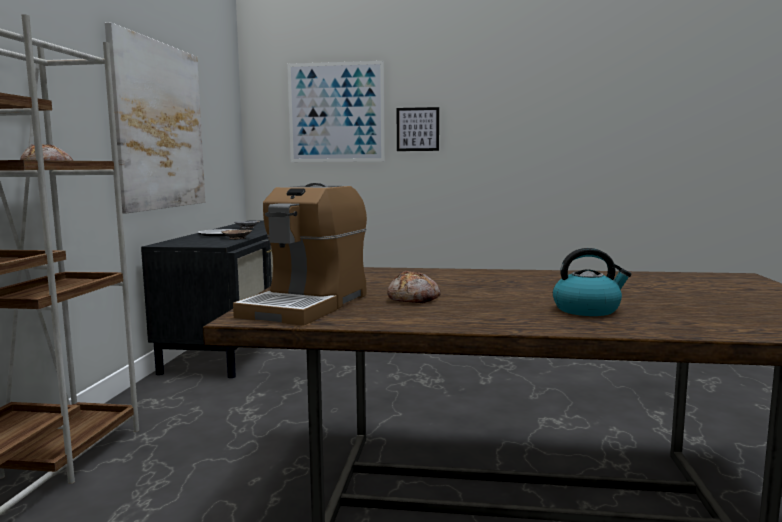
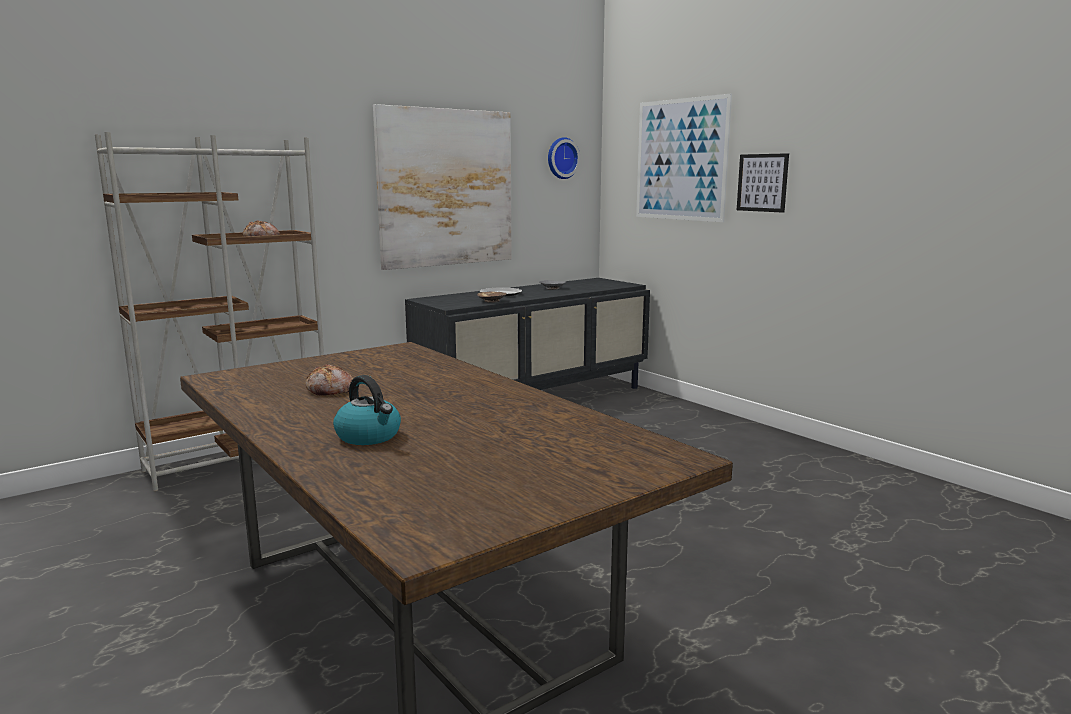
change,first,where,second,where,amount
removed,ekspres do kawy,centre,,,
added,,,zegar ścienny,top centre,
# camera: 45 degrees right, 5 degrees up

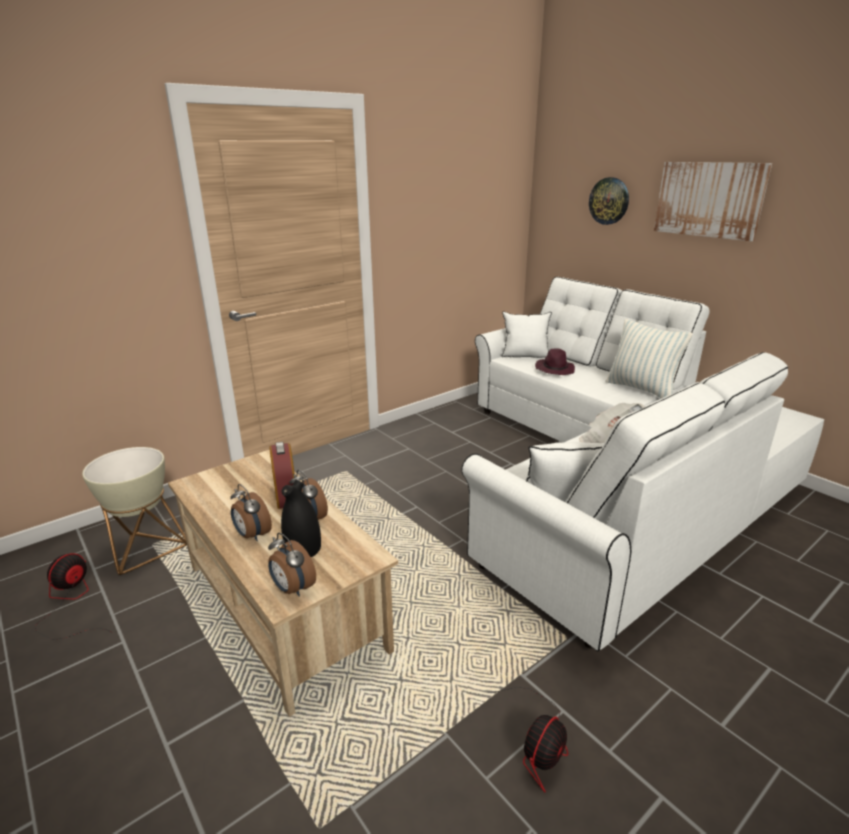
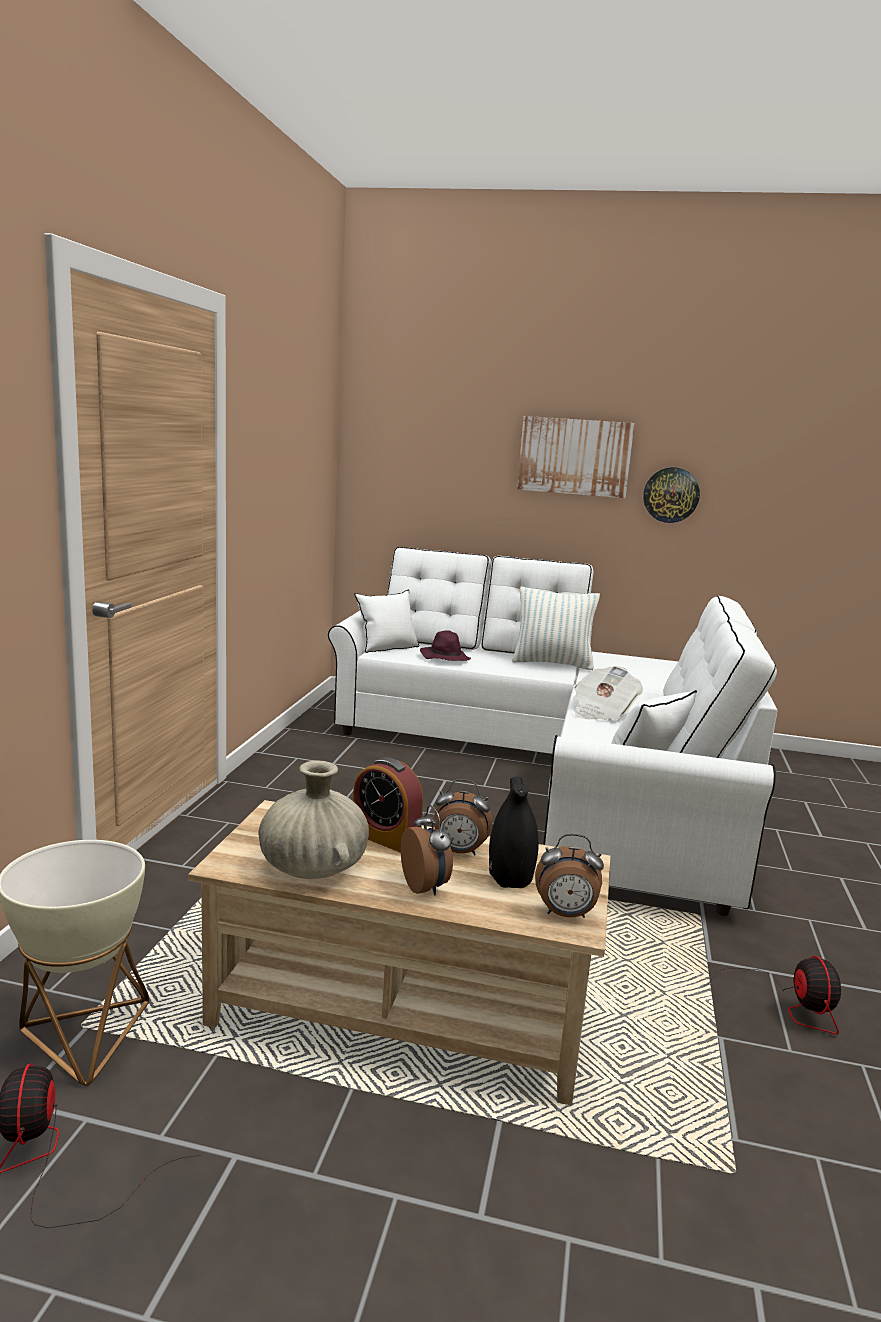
change,first,where,second,where,amount
added,,,wazon/beżowy,centre,
moved,zegar ścienny,top right,,middle right,
turned,budzik (1st from left in the first image),middle left,budzik (2nd from left),centre,120 degrees counterclockwise
# camera: 40 degrees left, 10 degrees down

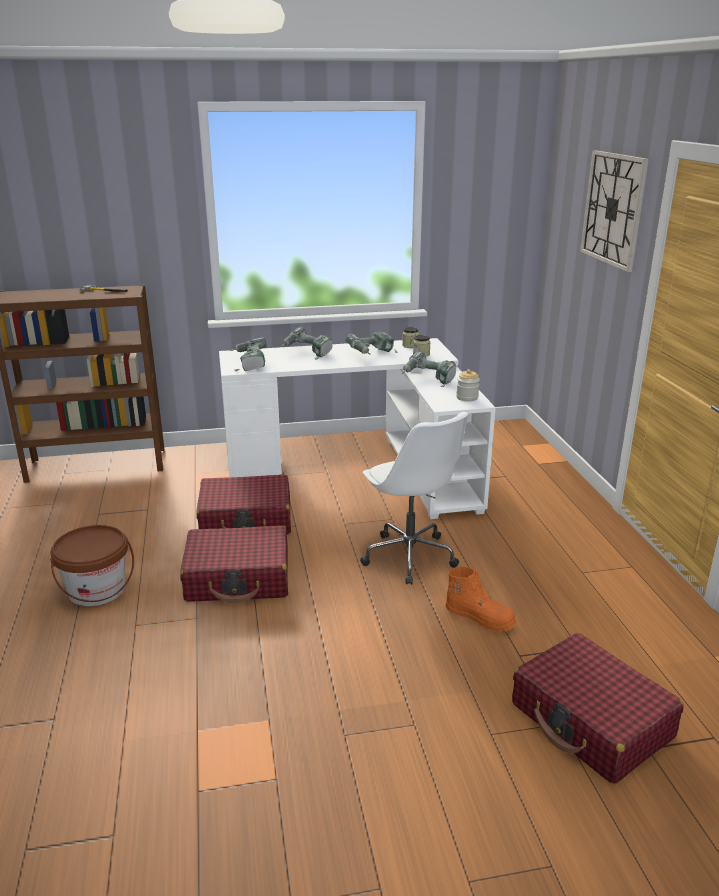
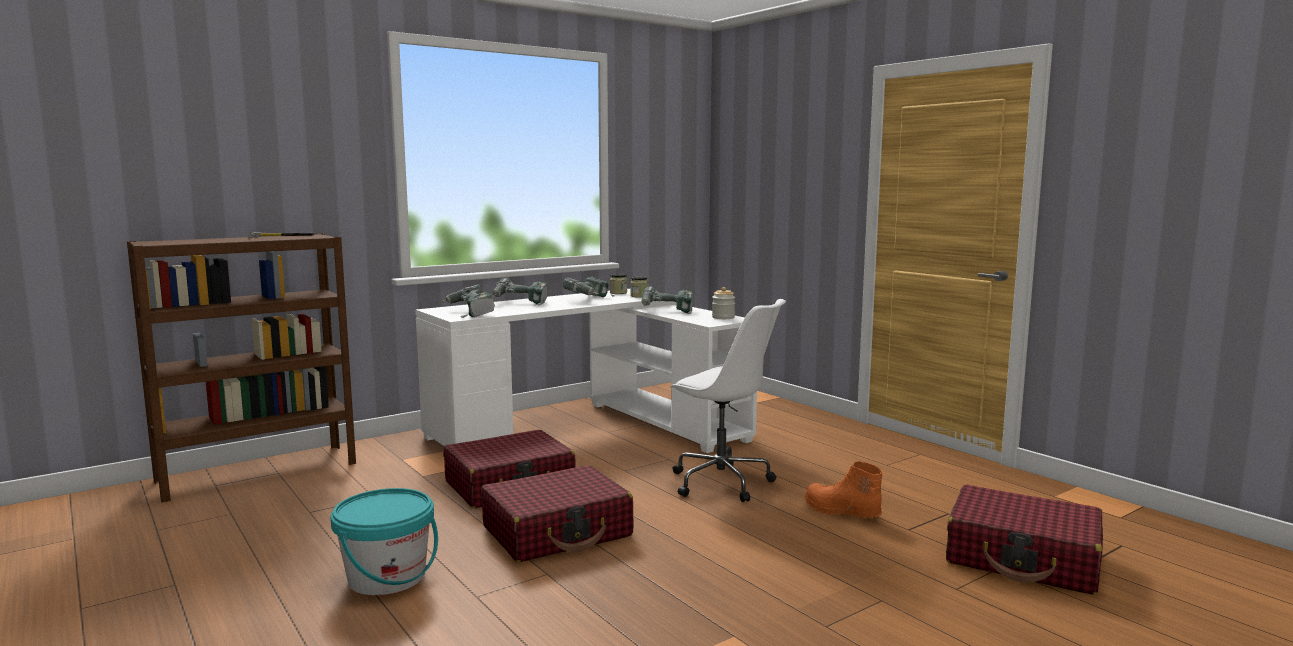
change,first,where,second,where,amount
removed,zegar ścienny,top right,,,
recoloured,wiadro/brązowy,middle left,wiadro/turkusowy,bottom left,
turned,but z cholewką/pomarańczowy,bottom right,,bottom centre,150 degrees counterclockwise
# camera: 25 degrees left, 15 degrees down

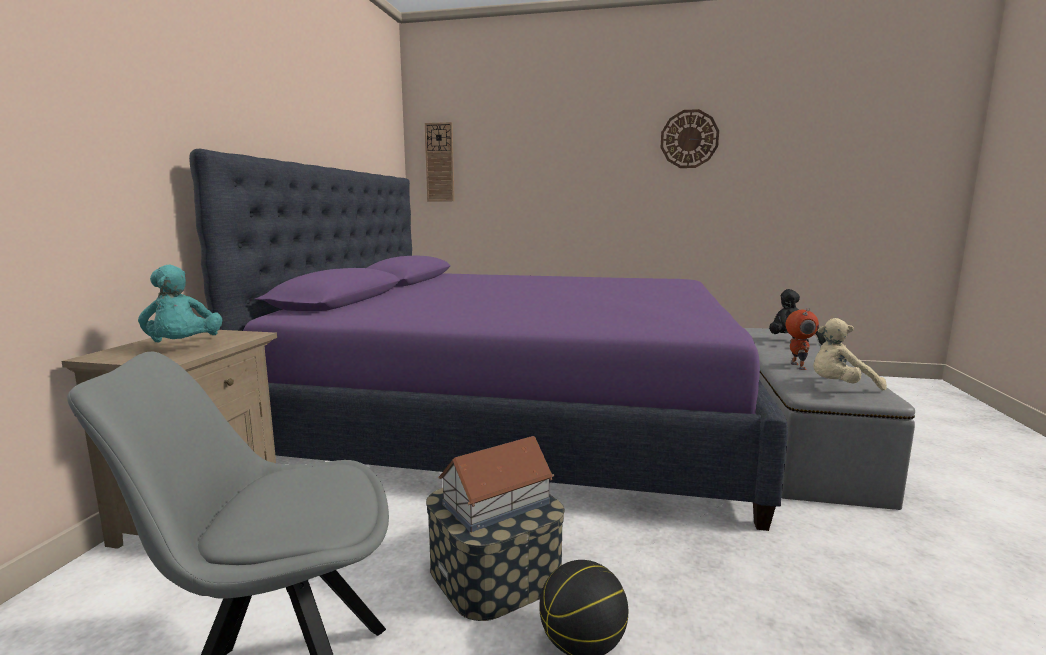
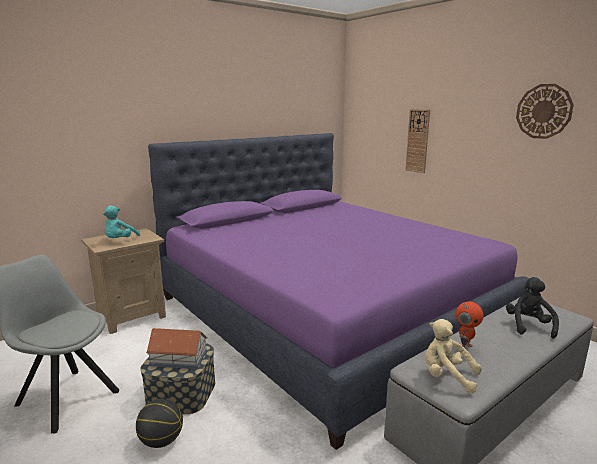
change,first,where,second,where,amount
moved,zegar ścienny (1st from left),top centre,,top right,
# camera: 40 degrees right, 5 degrees up

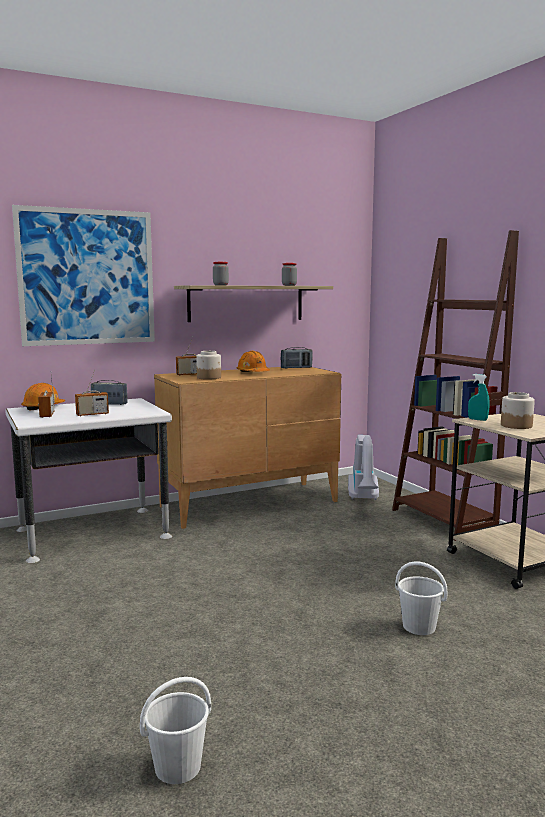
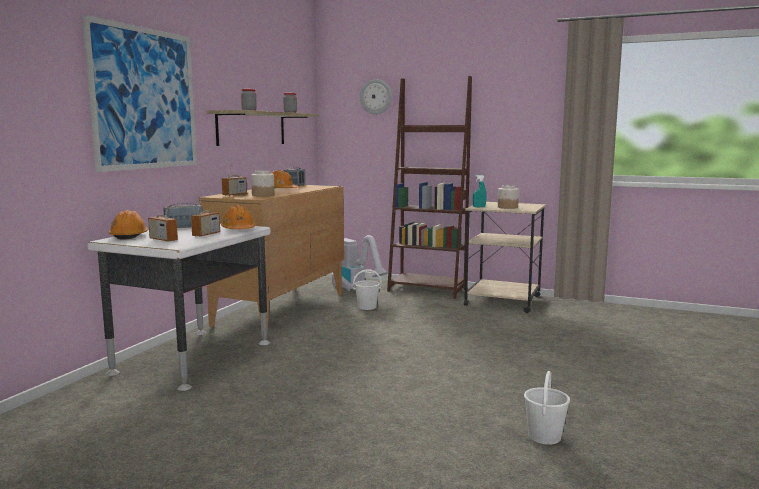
change,first,where,second,where,amount
added,,,kask/pomarańczowy (2nd from left),middle left,
added,,,zegar ścienny,top centre,
moved,wiadro/biały (2nd from left in the first image),bottom right,wiadro/biały (1st from left),centre,
# camera: 40 degrees left, 0 degrees up

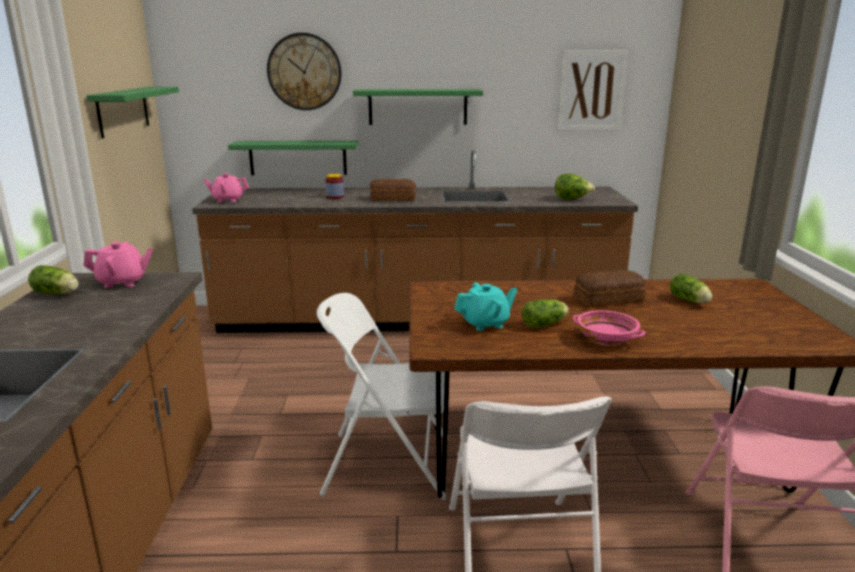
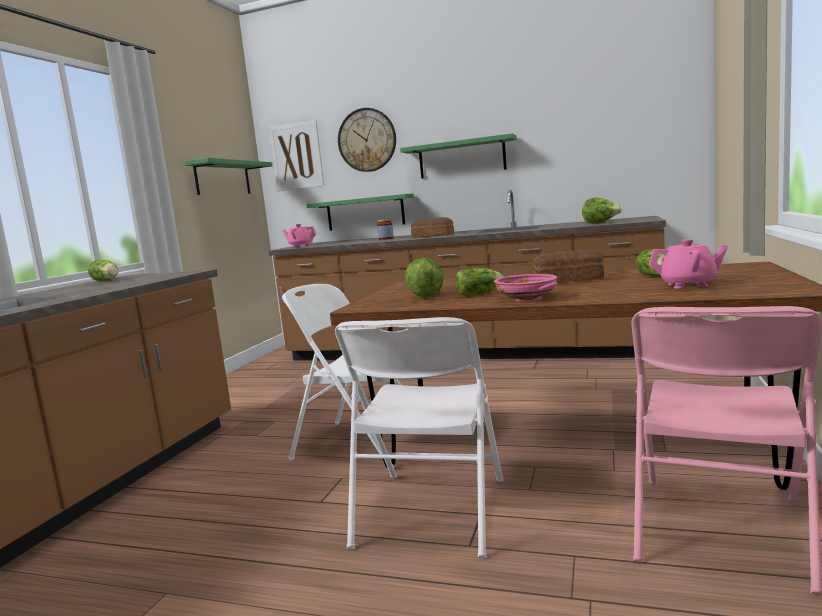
change,first,where,second,where,amount
moved,imbryk/różowy (1st from left in the first image),middle left,imbryk/różowy (2nd from left),middle right,
moved,obraz,top right,,top centre,
replaced,imbryk/turkusowy,centre,sałata (2nd from left),centre,
# camera: 20 degrees right, 10 degrees down

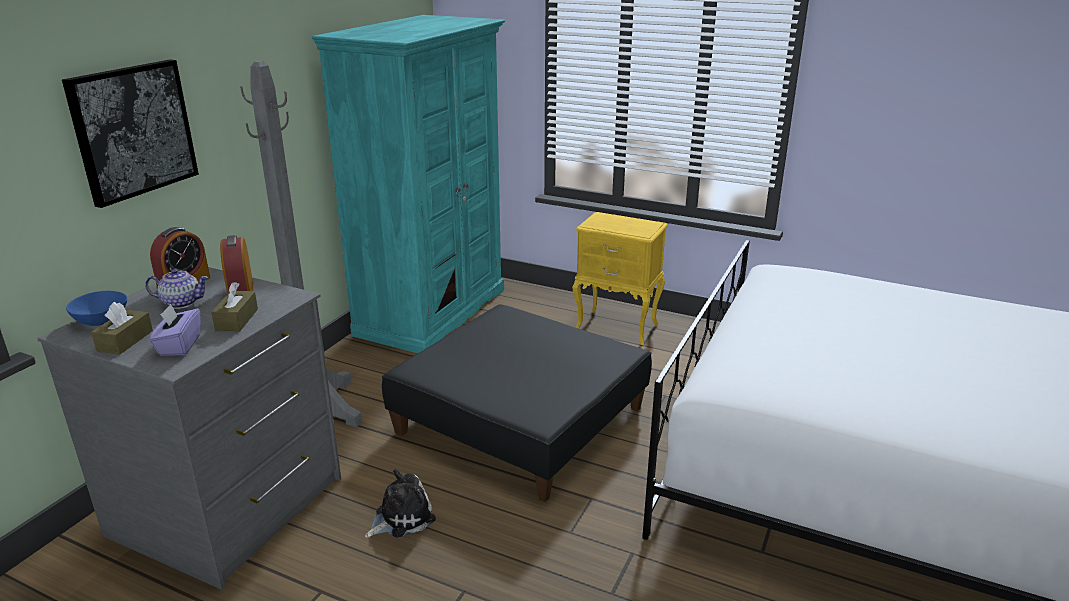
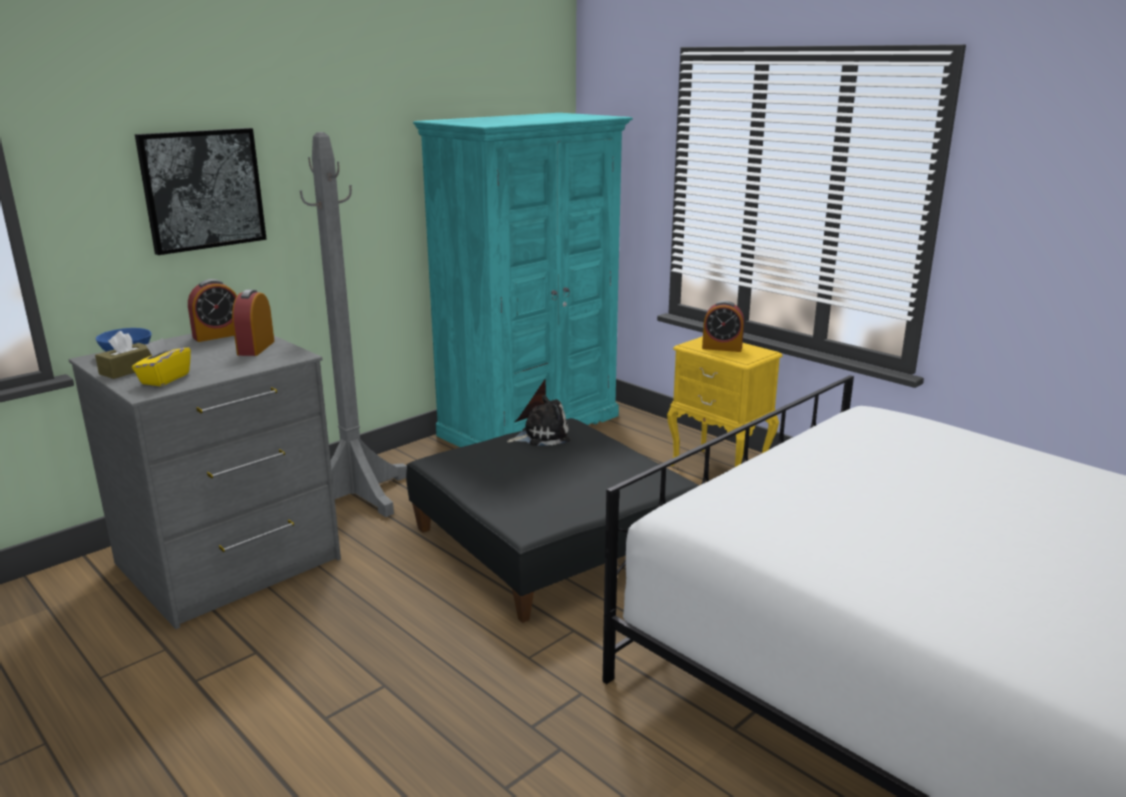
change,first,where,second,where,amount
removed,imbryk,middle left,,,
removed,pudełko chusteczek/brązowy (2nd from left),middle left,,,
added,,,budzik (3rd from left),centre,
moved,pluszak,bottom centre,,centre,
recoloured,pudełko chusteczek/fioletowy,middle left,pudełko chusteczek/żółty,middle left,
# camera: 20 degrees right, 5 degrees down

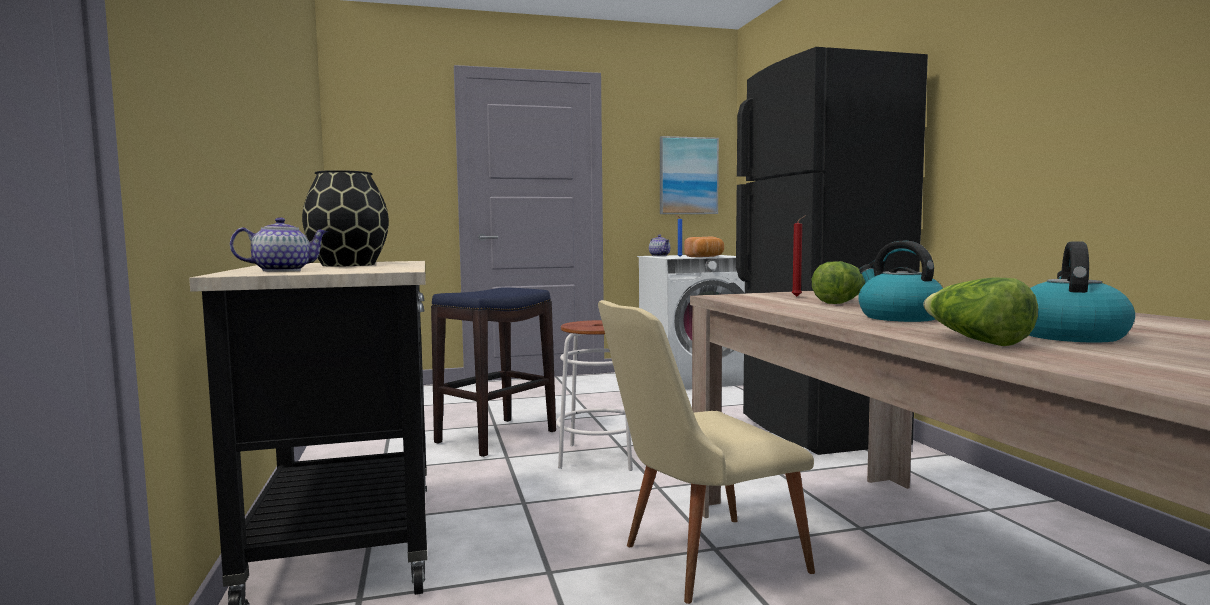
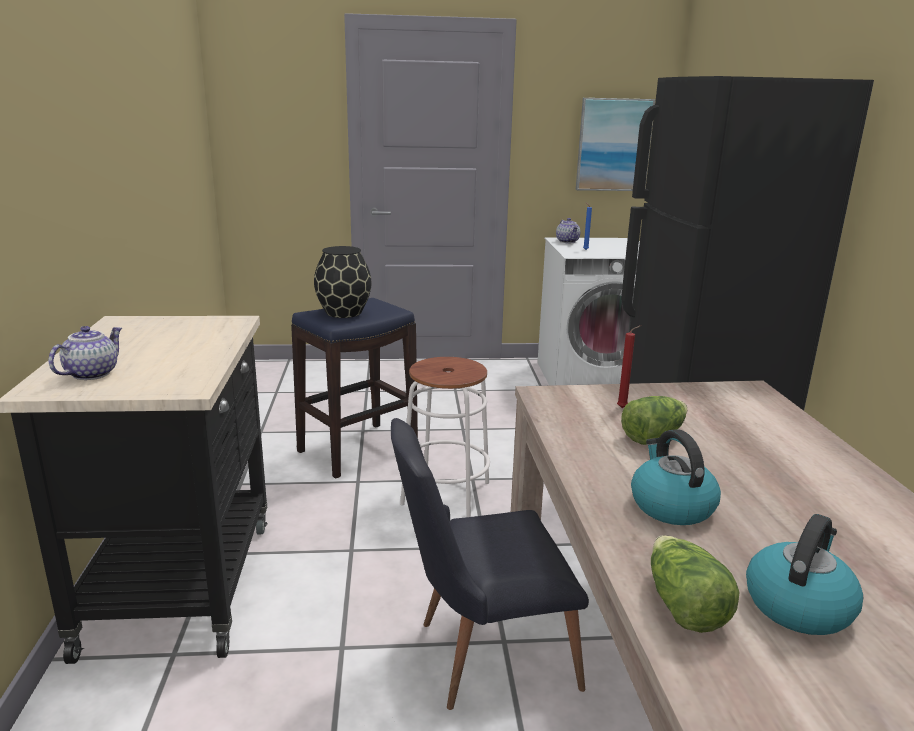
change,first,where,second,where,amount
removed,chleb,centre,,,
moved,wazon/czarny,middle left,,centre,
recoloured,krzesło/beżowy,bottom centre,krzesło/czarny,bottom centre,
turned,imbryk (1st from left),middle left,,middle left,45 degrees counterclockwise
# camera: 10 degrees right, 15 degrees up

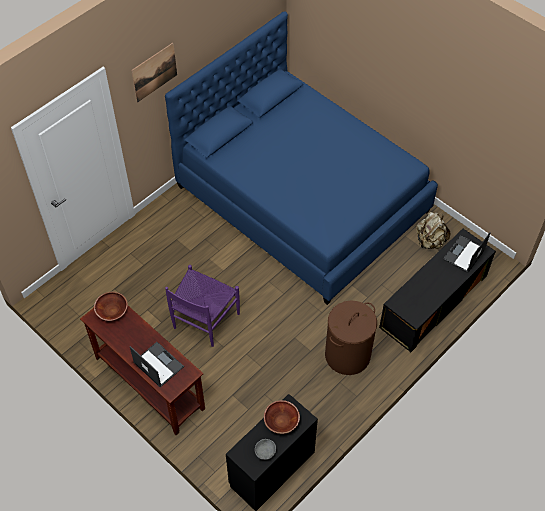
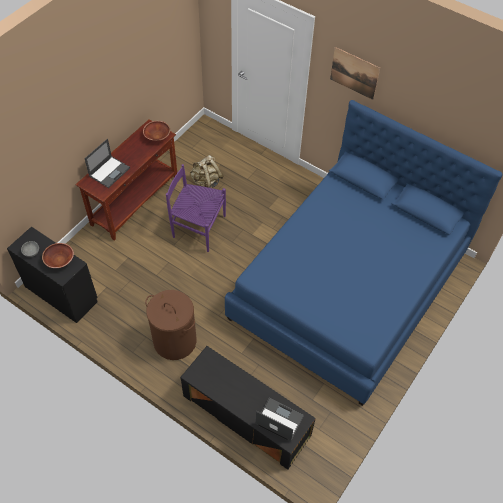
change,first,where,second,where,amount
moved,plecak/beżowy,middle right,,centre,
# camera: 80 degrees right, 0 degrees up

